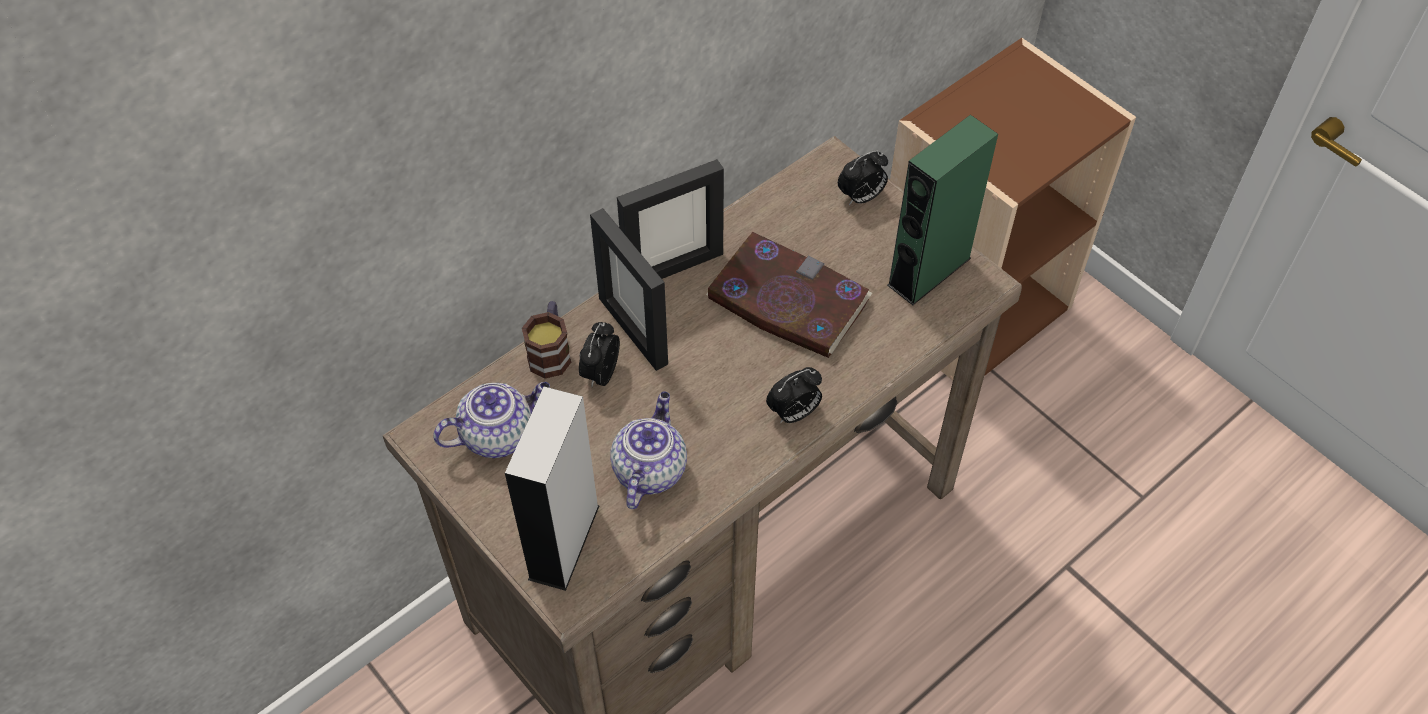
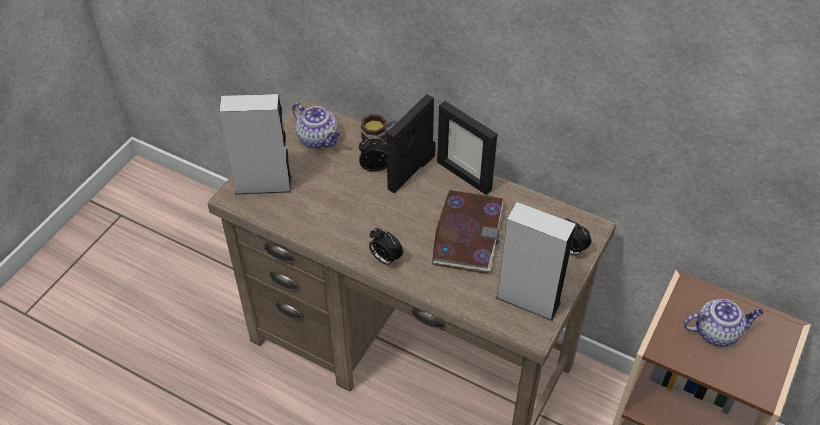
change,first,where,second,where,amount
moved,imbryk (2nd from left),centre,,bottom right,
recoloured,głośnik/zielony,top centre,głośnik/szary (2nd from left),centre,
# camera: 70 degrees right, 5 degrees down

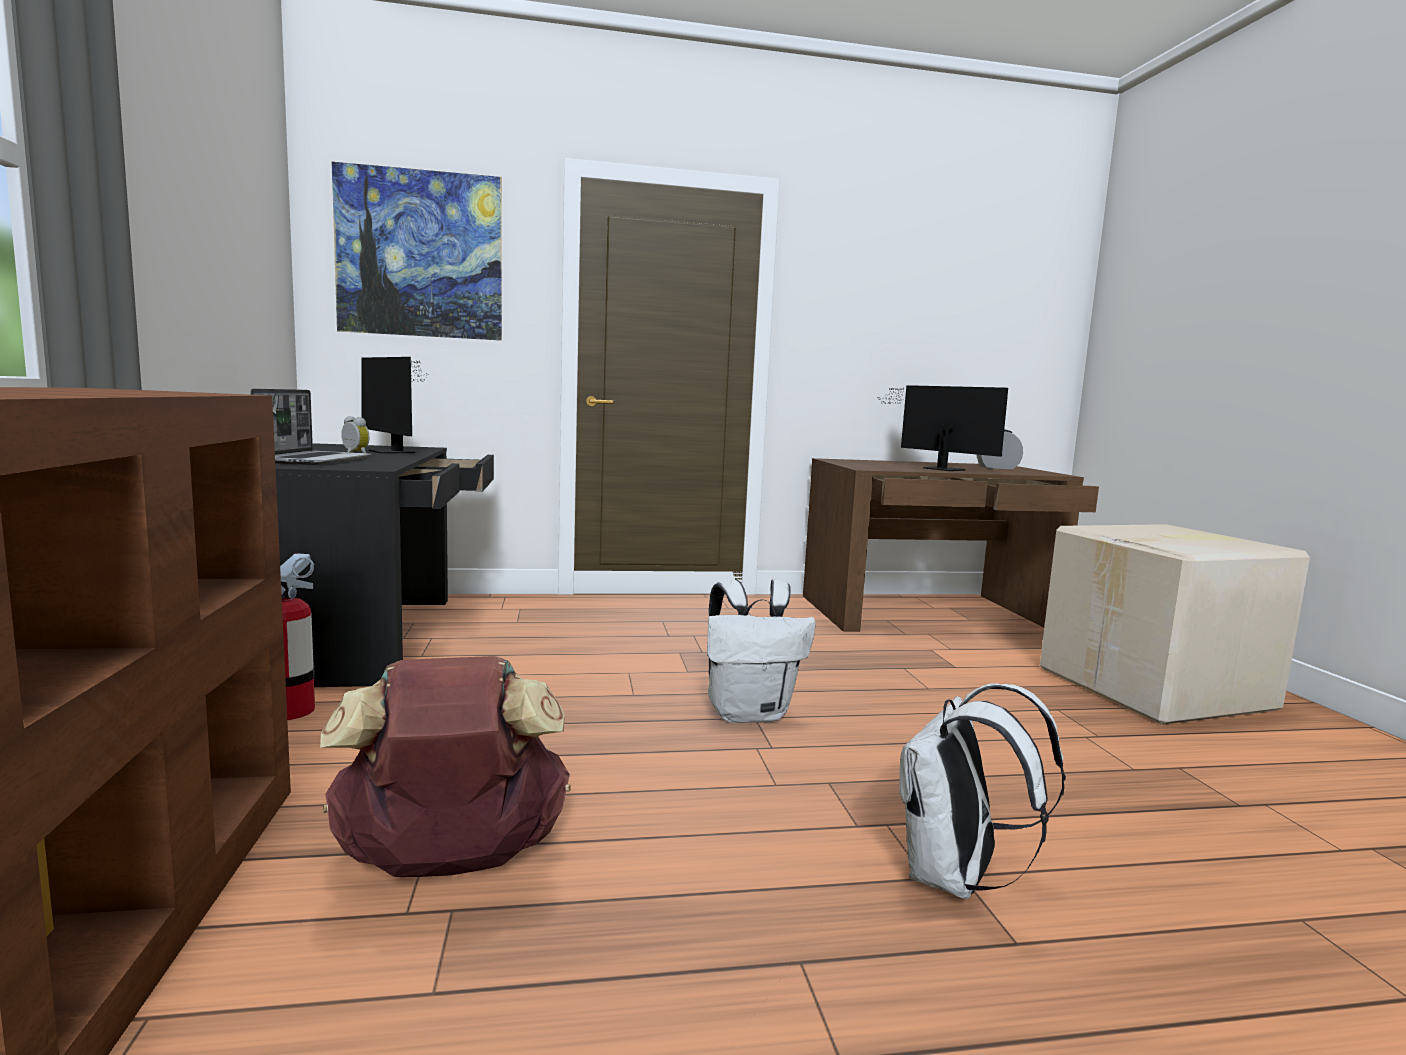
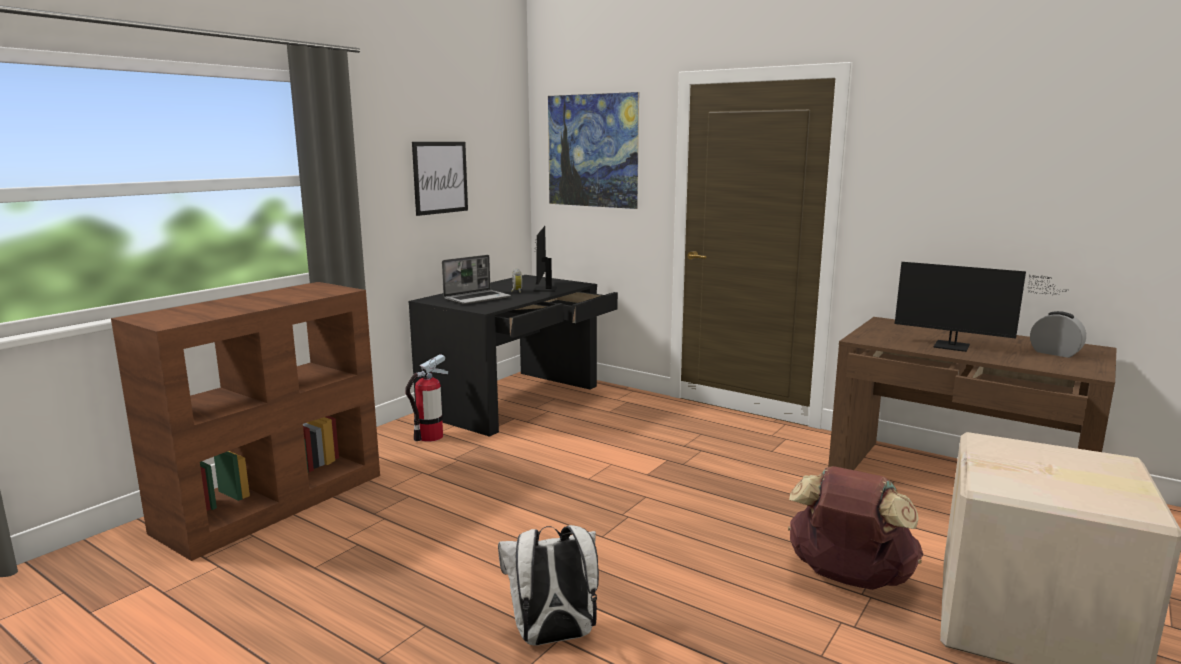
change,first,where,second,where,amount
removed,plecak/biały (1st from left),centre,,,
added,,,obraz (1st from left),top centre,
moved,plecak/brązowy,bottom left,,bottom right,
turned,monitor (2nd from left),middle right,,middle right,120 degrees clockwise
# camera: 45 degrees right, 5 degrees up

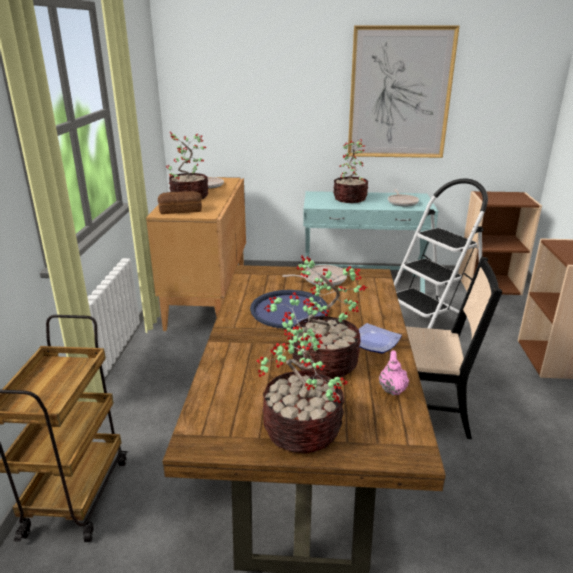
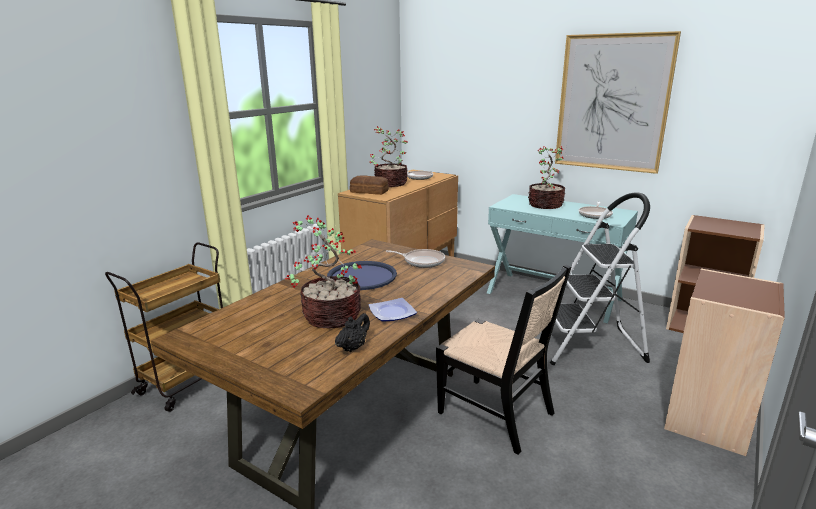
change,first,where,second,where,amount
removed,roślina doniczkowa (2nd from left),centre,,,
recoloured,imbryk/różowy,middle right,imbryk/czarny,centre,
# camera: 30 degrees right, 5 degrees down

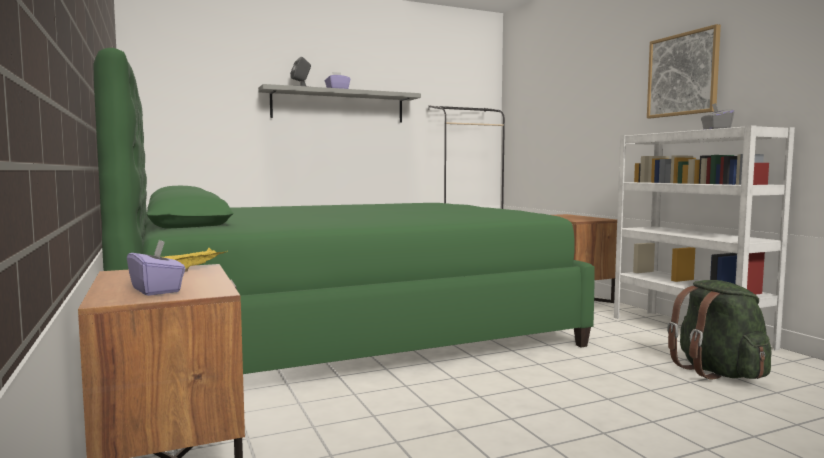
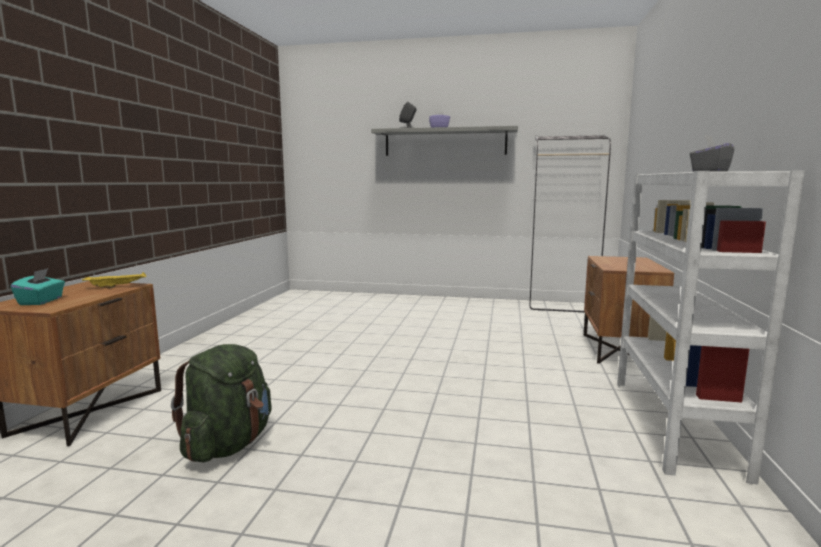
change,first,where,second,where,amount
removed,łóżko/zielony,centre,,,
removed,obraz,top right,,,
moved,plecak/zielony,bottom right,,bottom left,
recoloured,pudełko chusteczek/fioletowy (1st from left),middle left,pudełko chusteczek/turkusowy,middle left,
# camera: 35 degrees right, 5 degrees up

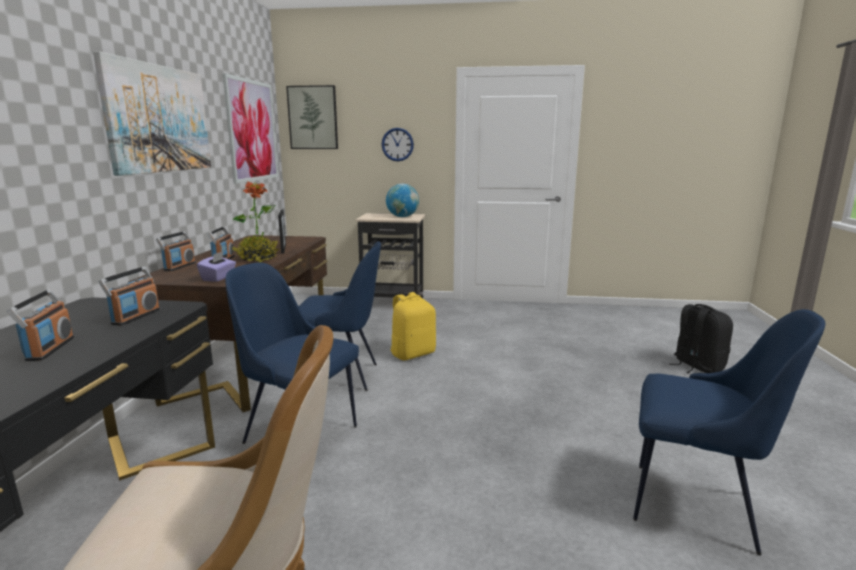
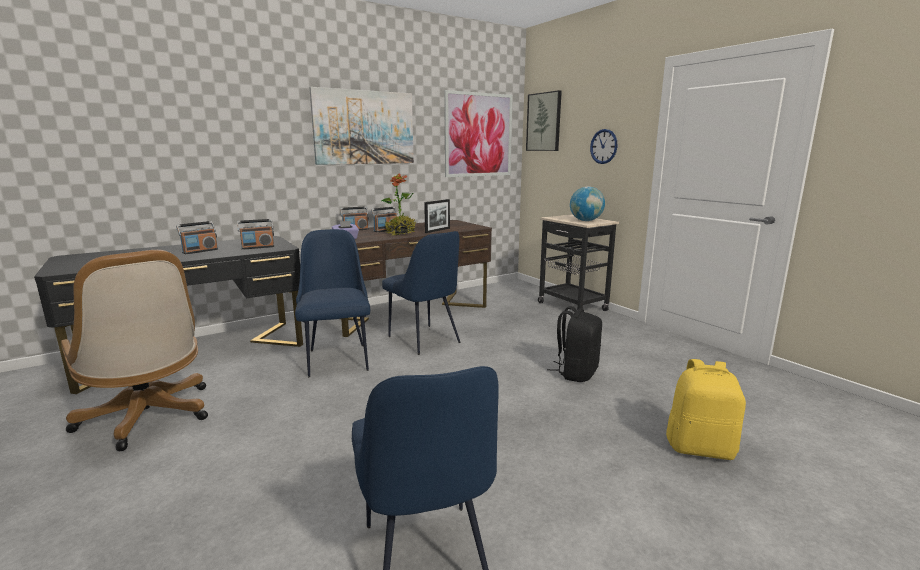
change,first,where,second,where,amount
moved,plecak/żółty,centre,,bottom right,
moved,plecak/czarny,middle right,,centre,
# camera: 50 degrees right, 0 degrees up

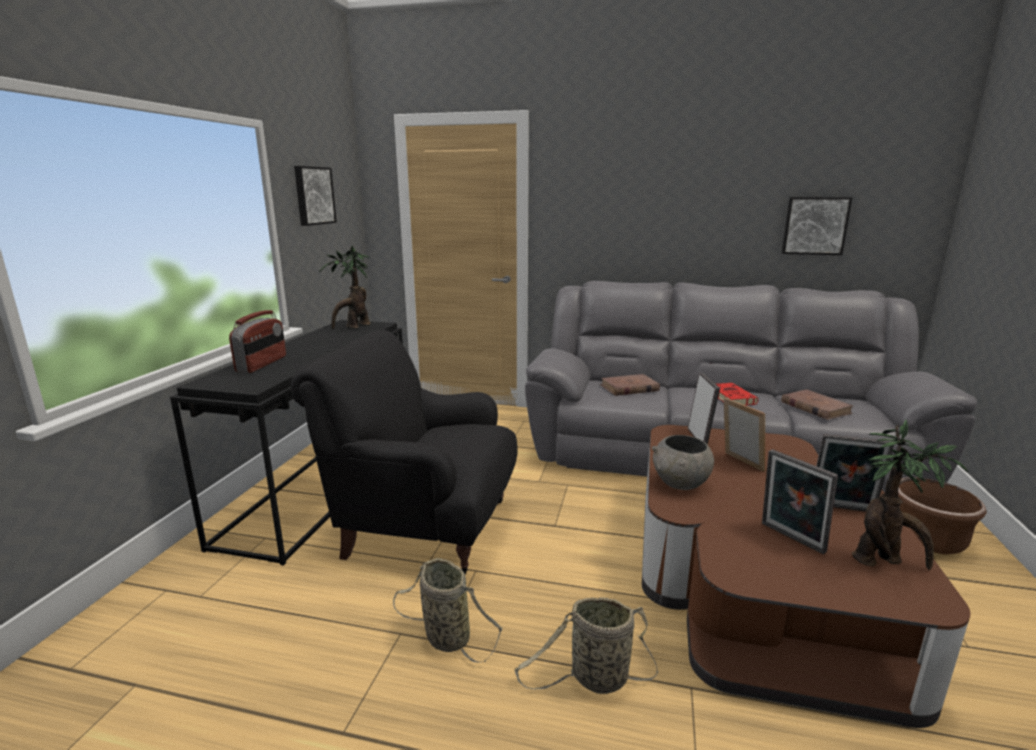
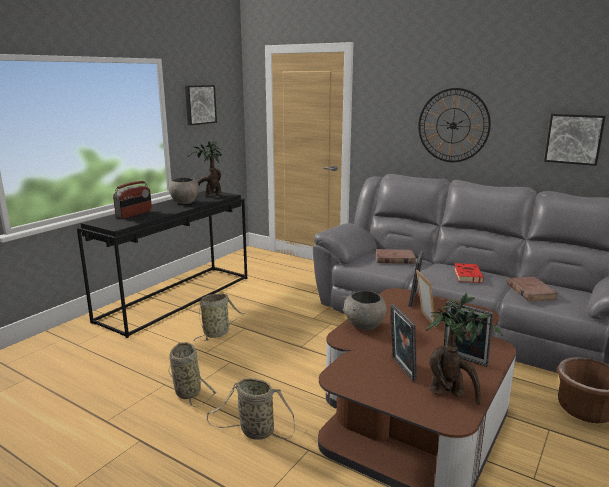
change,first,where,second,where,amount
added,,,miska/szary (1st from left),middle left,
added,,,zegar ścienny,top right,
replaced,fotel/czarny,centre,koszyk (2nd from left),centre,
# camera: 20 degrees right, 0 degrees up

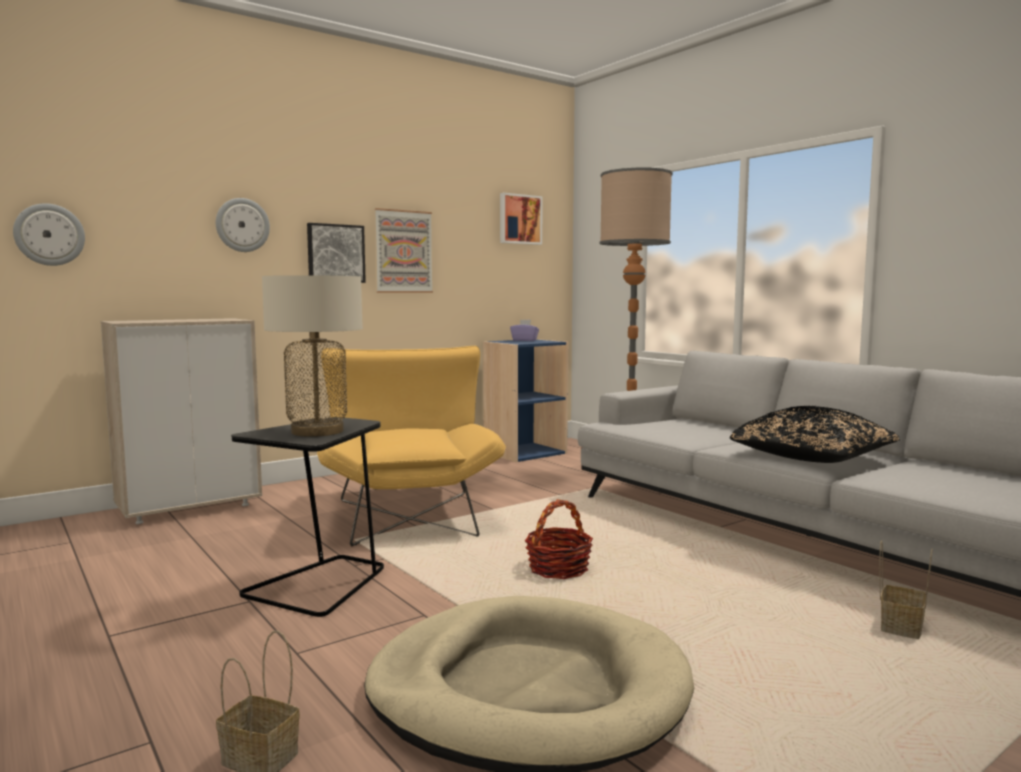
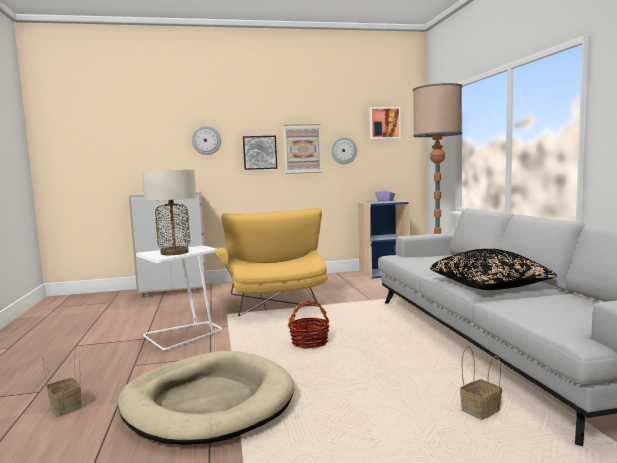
change,first,where,second,where,amount
moved,zegar ścienny (1st from left in the first image),top left,zegar ścienny (2nd from left),top centre,
recoloured,stolik/czarny,bottom left,stolik/biały,middle left,
turned,fotel/żółty,centre,,centre,150 degrees clockwise
# camera: 25 degrees right, 0 degrees up

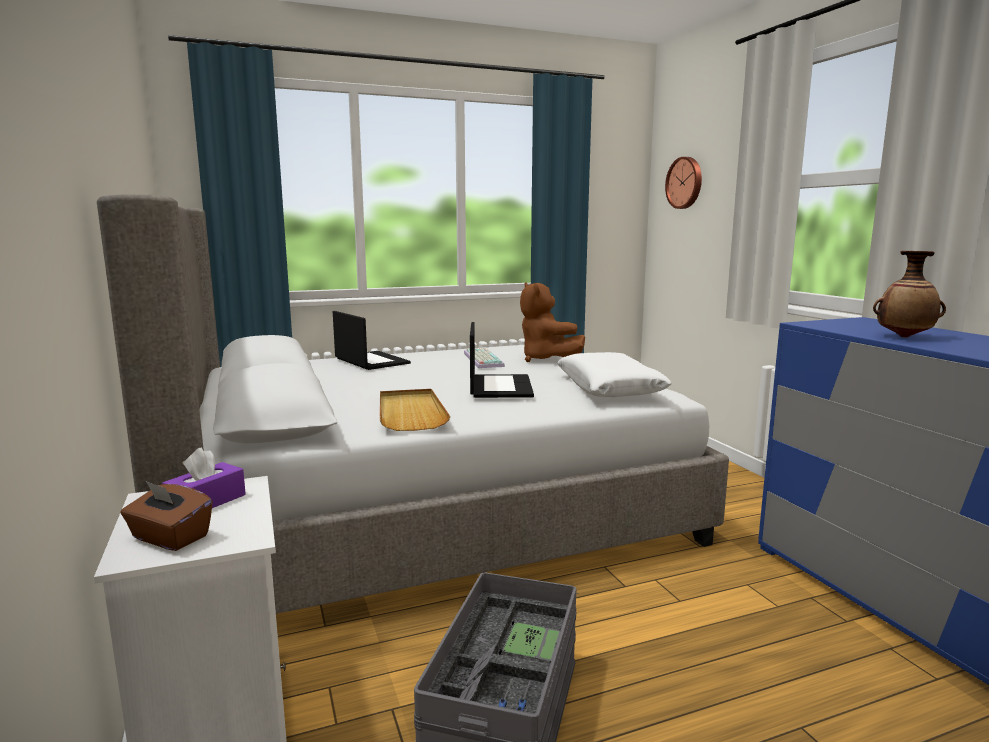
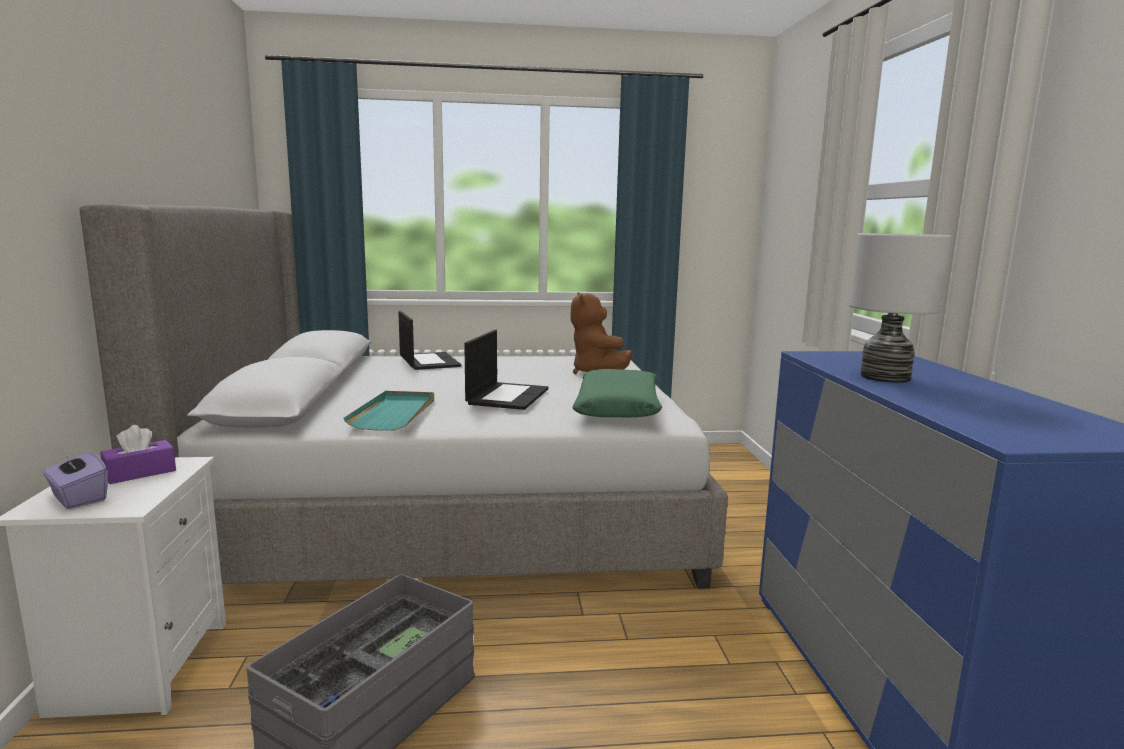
change,first,where,second,where,amount
removed,klawiatura,centre,,,
removed,zegar ścienny,top right,,,
replaced,wazon,middle right,lampa stołowa/szary,middle right,
recoloured,pudełko chusteczek/brązowy,bottom left,pudełko chusteczek/fioletowy (1st from left),middle left,
recoloured,taca/beżowy,centre,taca/turkusowy,centre,
recoloured,poduszka/biały,centre,poduszka/zielony,centre,
# camera: 15 degrees right, 0 degrees up

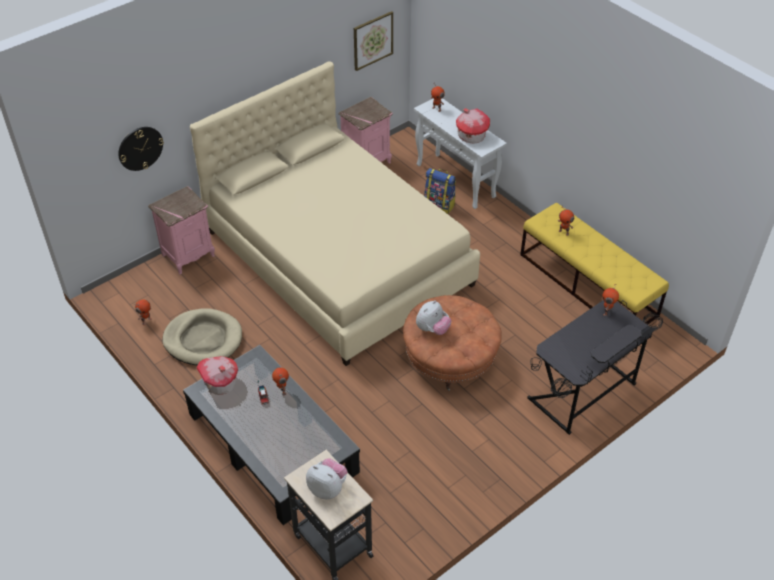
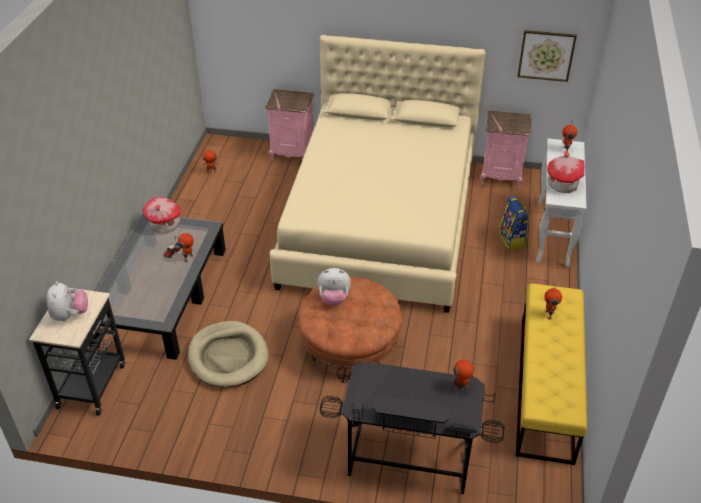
change,first,where,second,where,amount
removed,zegar ścienny,top left,,,
moved,legowisko/beżowy,middle left,,bottom left,
# camera: 50 degrees right, 5 degrees down

